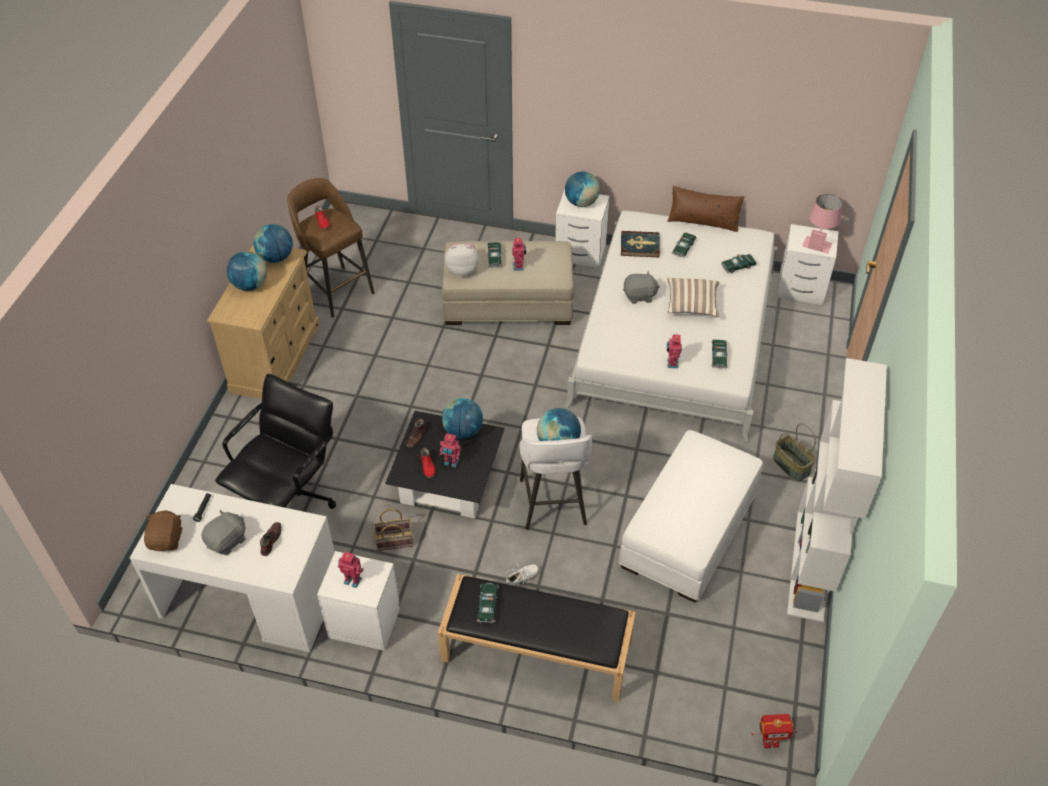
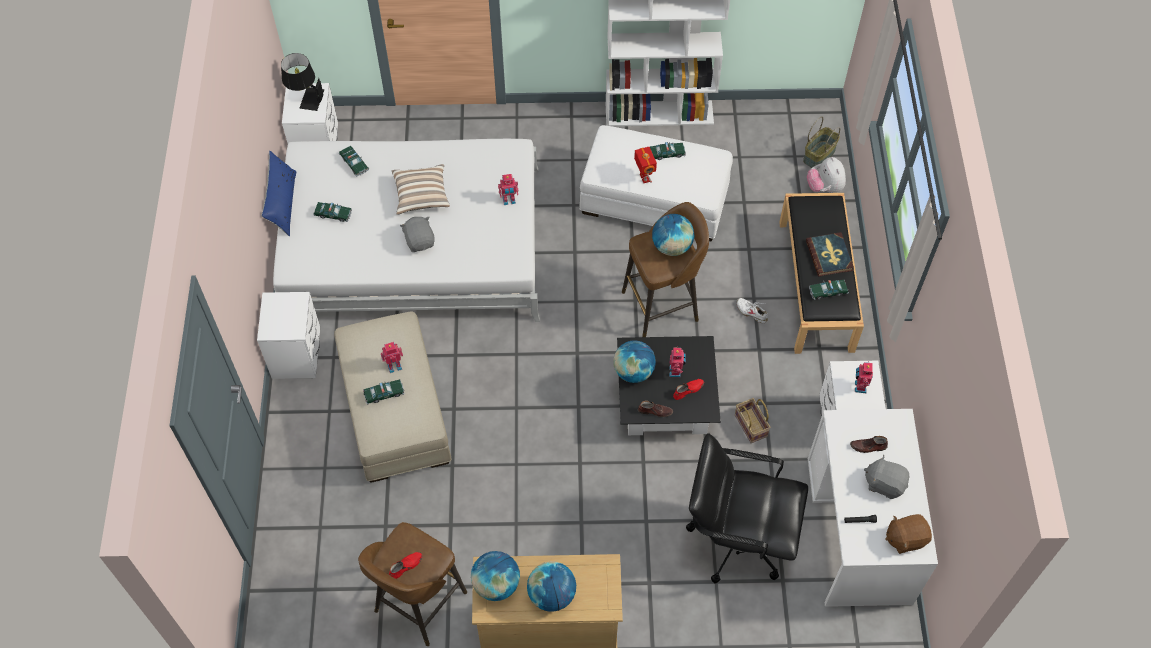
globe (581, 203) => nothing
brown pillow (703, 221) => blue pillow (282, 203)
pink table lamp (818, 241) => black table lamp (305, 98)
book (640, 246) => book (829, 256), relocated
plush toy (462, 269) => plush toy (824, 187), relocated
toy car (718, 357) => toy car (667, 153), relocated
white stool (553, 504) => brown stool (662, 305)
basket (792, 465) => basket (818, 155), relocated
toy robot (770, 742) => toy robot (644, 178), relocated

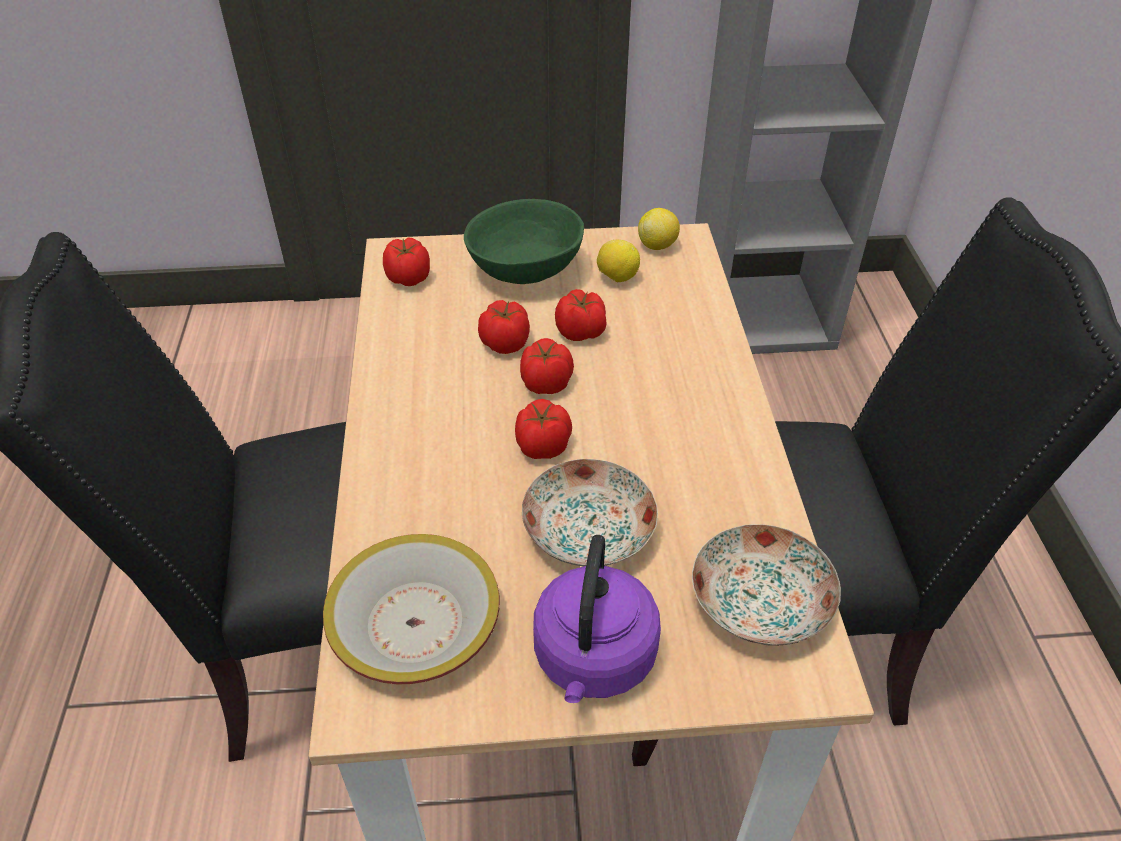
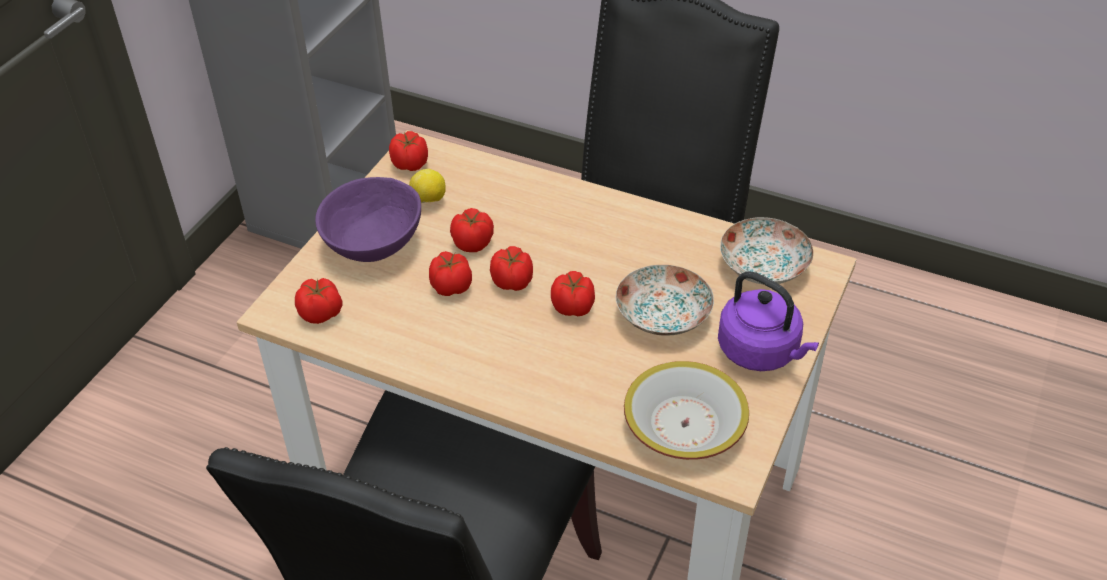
green bowl (527, 269) => purple bowl (374, 242)
lemon (657, 245) => tomato (410, 165)

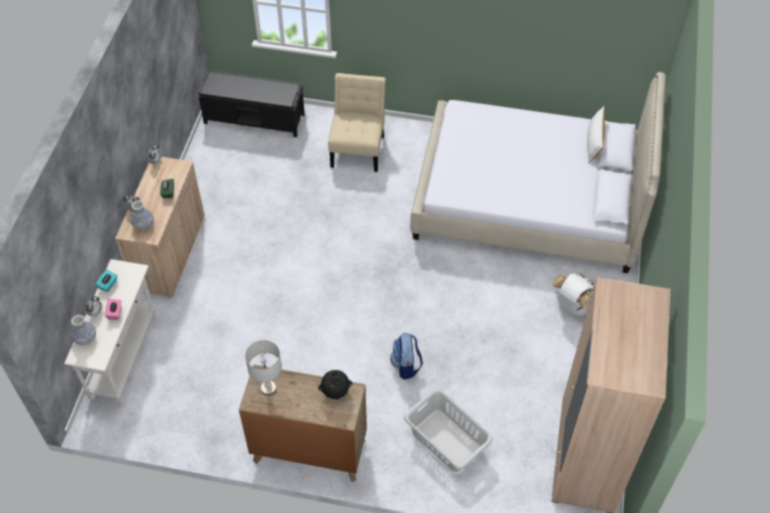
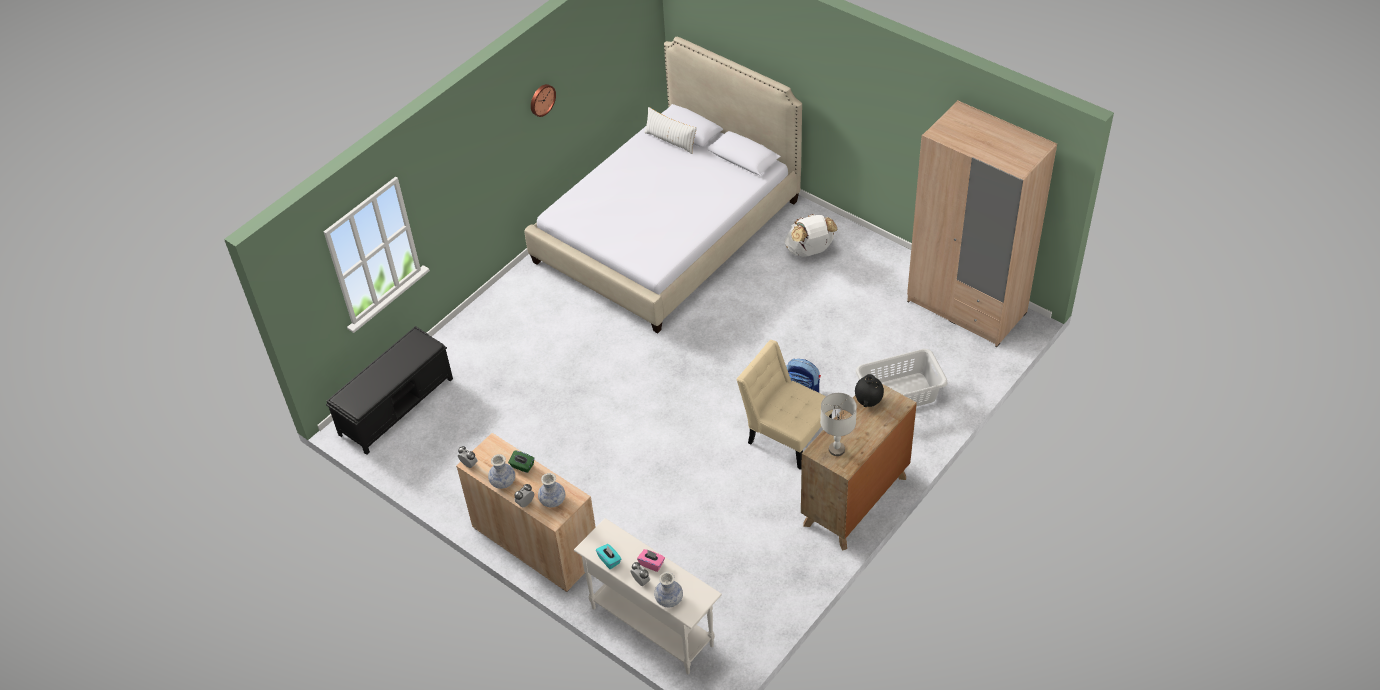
beige chair (358, 148) => beige chair (785, 434), relocated
nothing => wall clock (541, 99)
nothing => vase (503, 482)

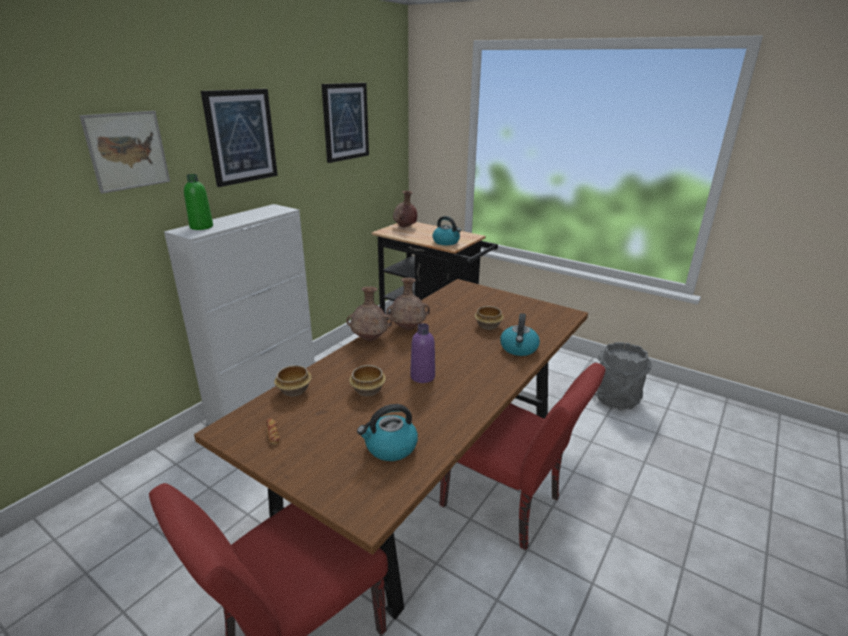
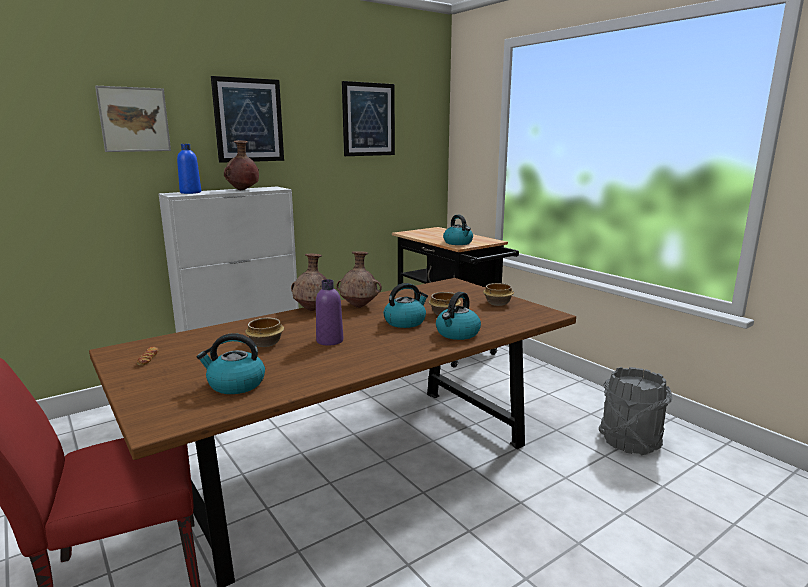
green bottle (201, 227) => blue bottle (190, 192)
brown vase (405, 227) => brown vase (242, 190), relocated
red chair (508, 506) => nothing
bowl (295, 391) => bowl (498, 303), relocated
nothing => kettle (405, 322)

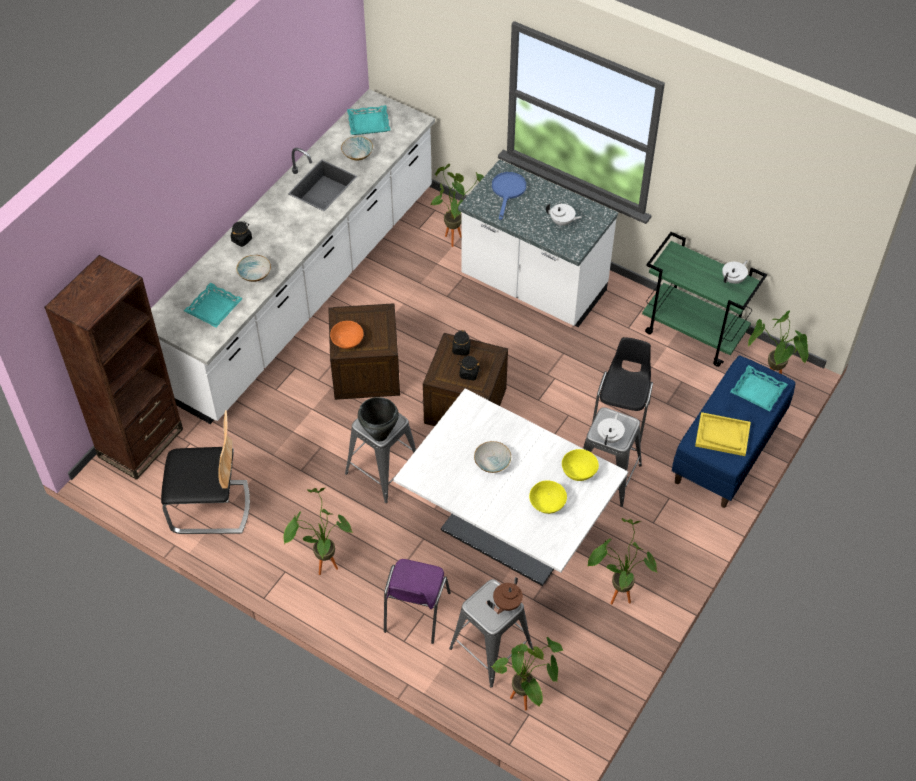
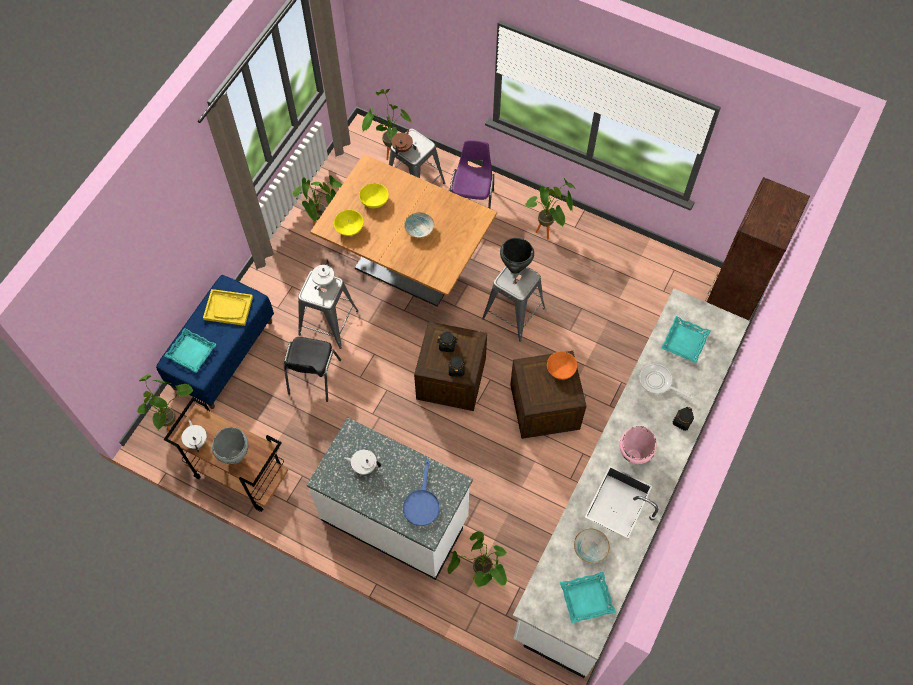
green cart (694, 333) => brown cart (239, 474)
bowl (254, 274) => frying pan (658, 382)
white teapot (733, 279) => white teapot (197, 440), 120 degrees clockwise
white dining table (507, 534) => brown dining table (407, 268)
chair (210, 507) => nothing
nothing => pink cooking pot (633, 456)
nothing => grey cooking pot (235, 457)

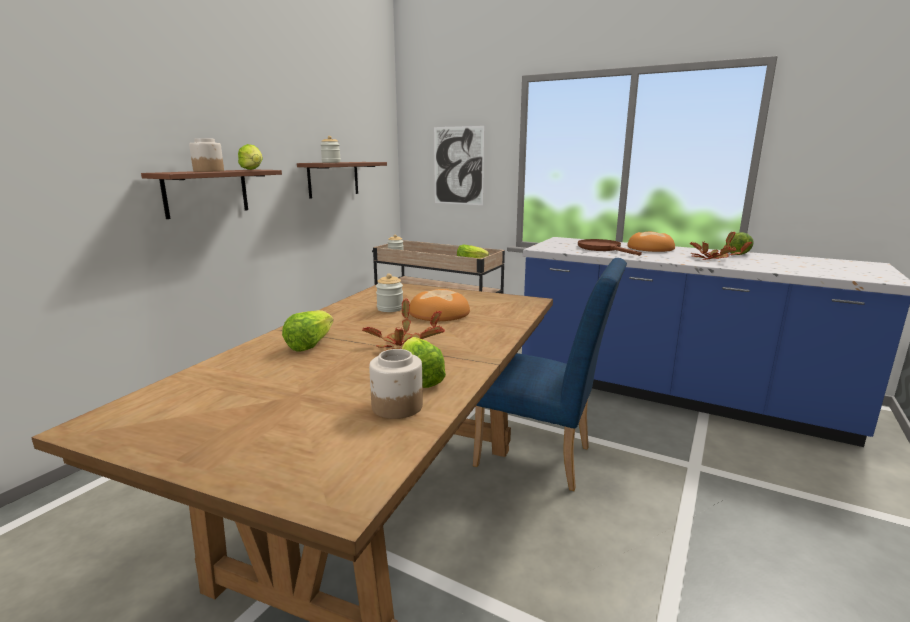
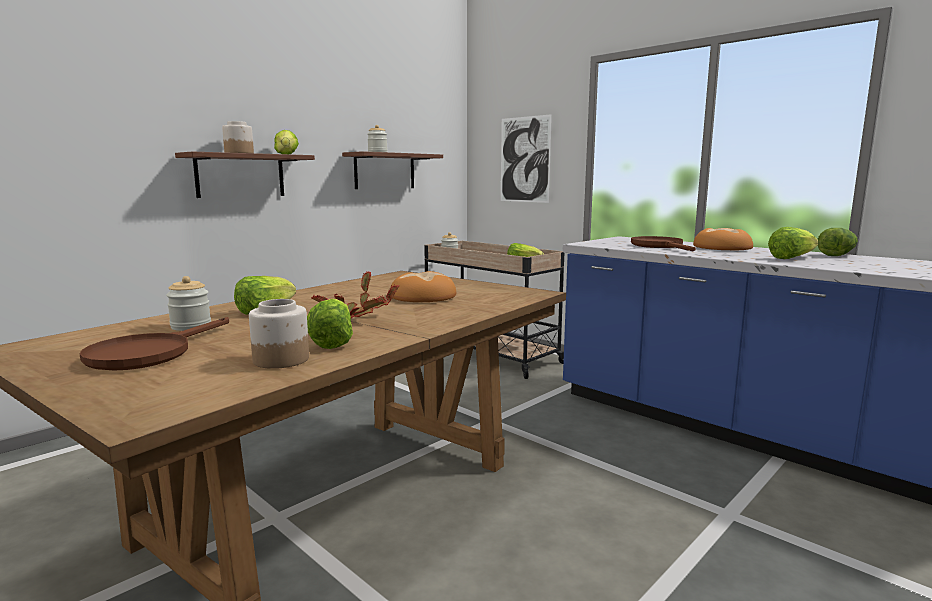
potted plant (713, 259) => lettuce (791, 258)
blue chair (542, 459) => nothing
jar (390, 308) => jar (191, 326), relocated
nothing => brown frying pan (149, 353)

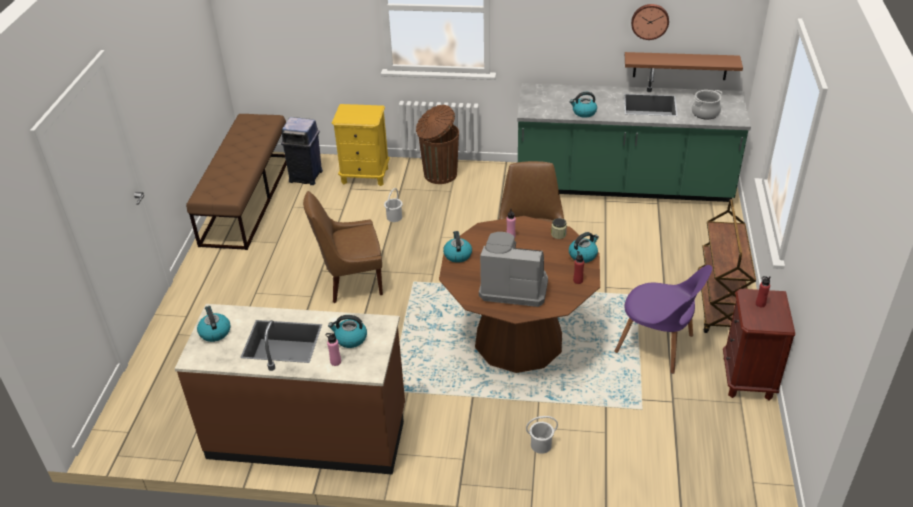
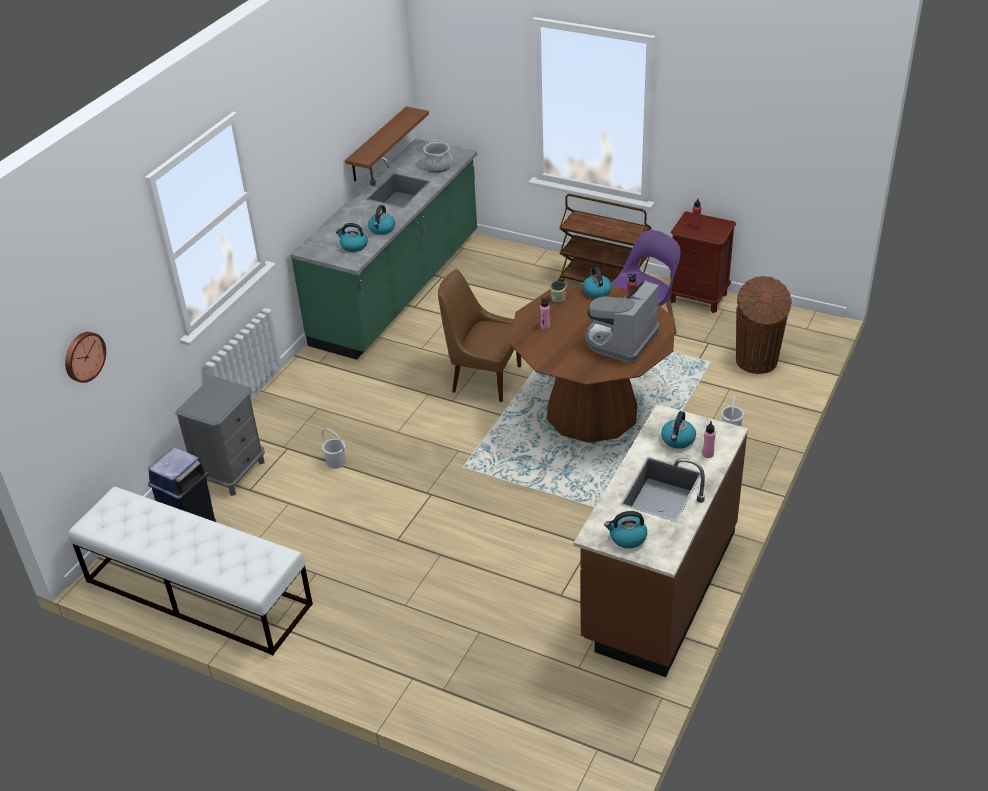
wall clock (650, 21) => wall clock (83, 356), relocated
yellow nightstand (365, 175) => grey nightstand (232, 472)
brown trash can (439, 175) => brown trash can (756, 362), relocated
brown bench (247, 198) => white bench (197, 592)
brown chair (351, 281) => nothing
kettle (457, 255) => kettle (353, 246), relocated

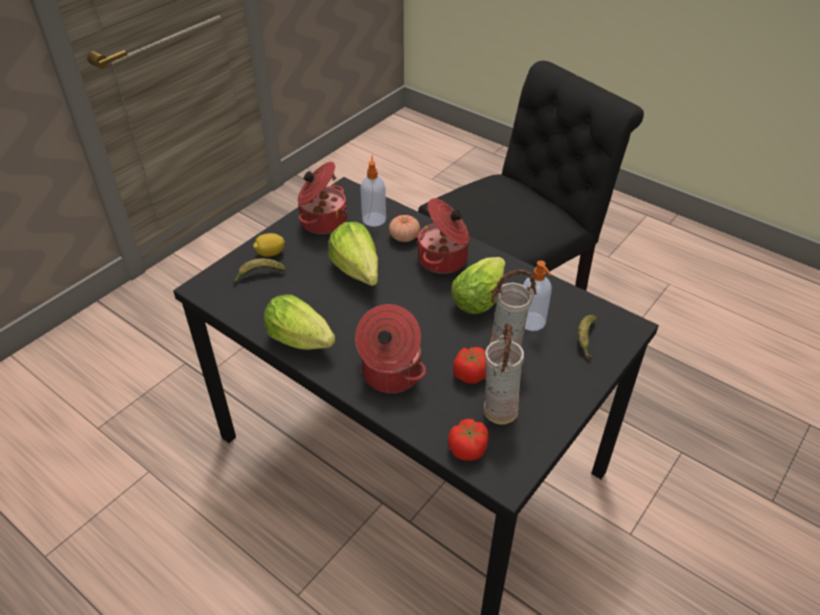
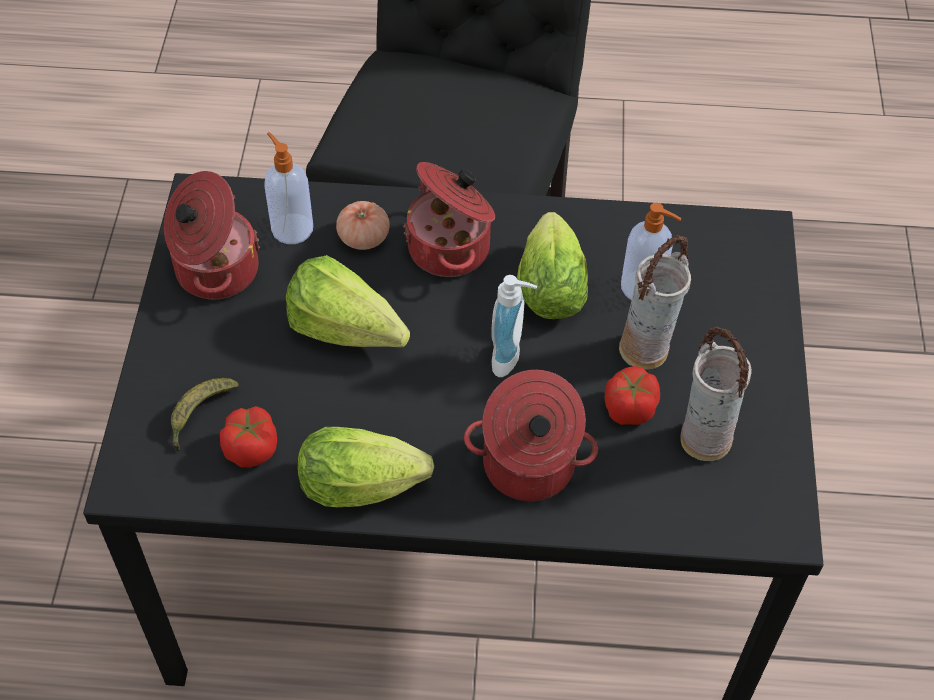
lemon (270, 254) => nothing
banana (585, 339) => nothing
tomato (468, 449) => tomato (251, 448), relocated
nothing => soap dispenser (511, 359)

